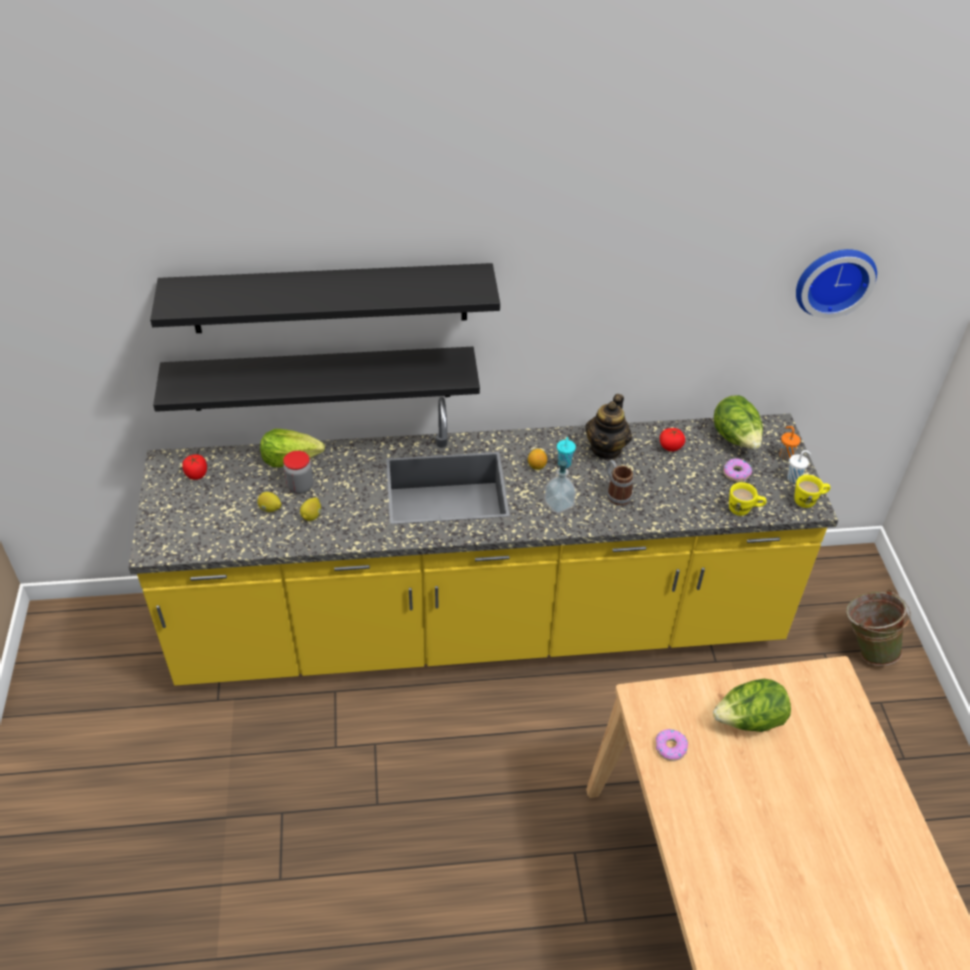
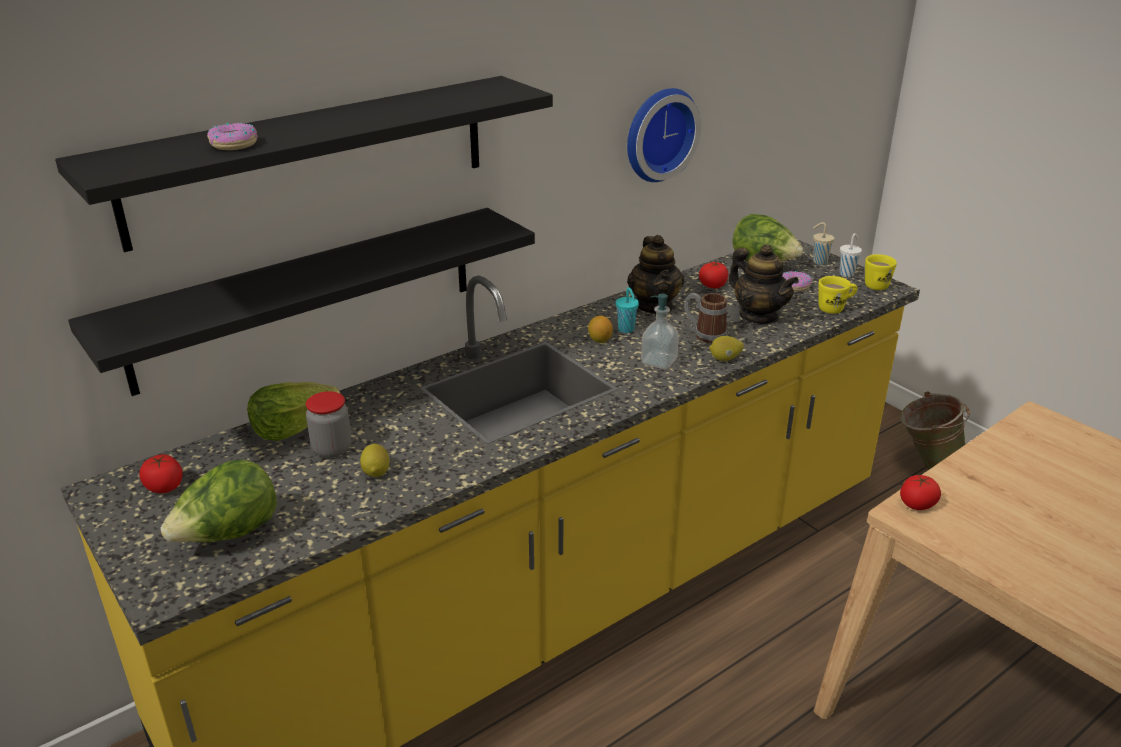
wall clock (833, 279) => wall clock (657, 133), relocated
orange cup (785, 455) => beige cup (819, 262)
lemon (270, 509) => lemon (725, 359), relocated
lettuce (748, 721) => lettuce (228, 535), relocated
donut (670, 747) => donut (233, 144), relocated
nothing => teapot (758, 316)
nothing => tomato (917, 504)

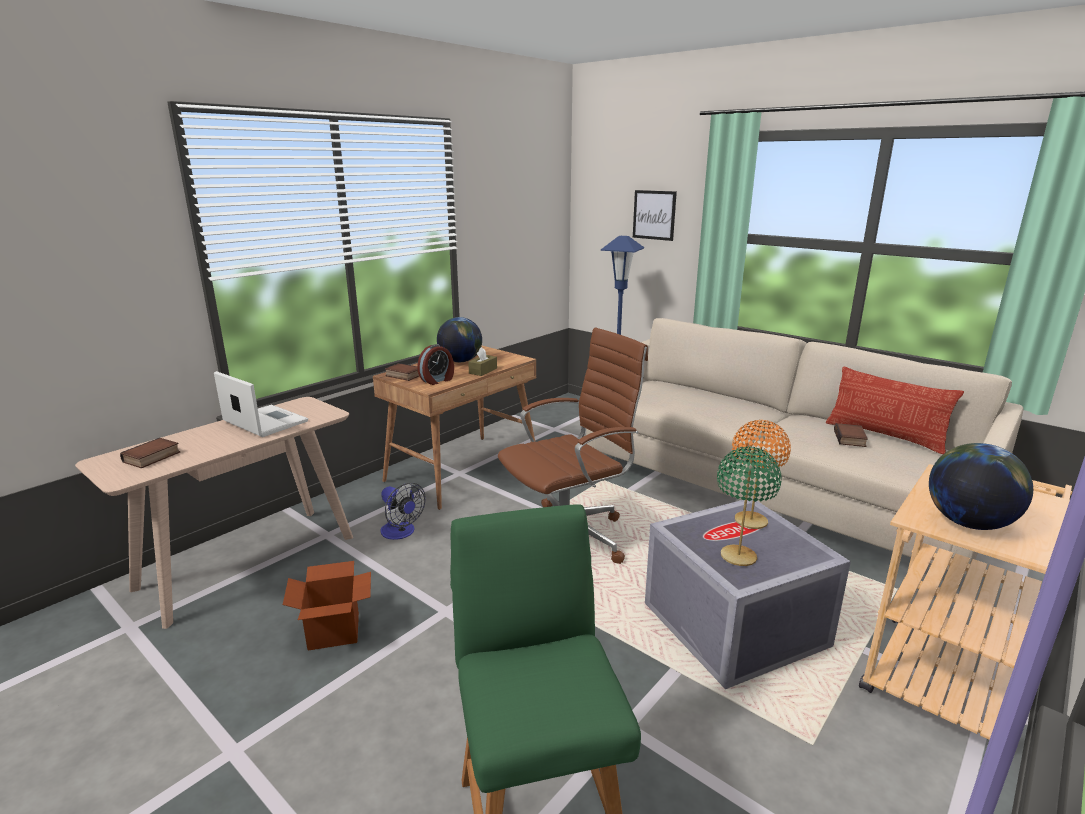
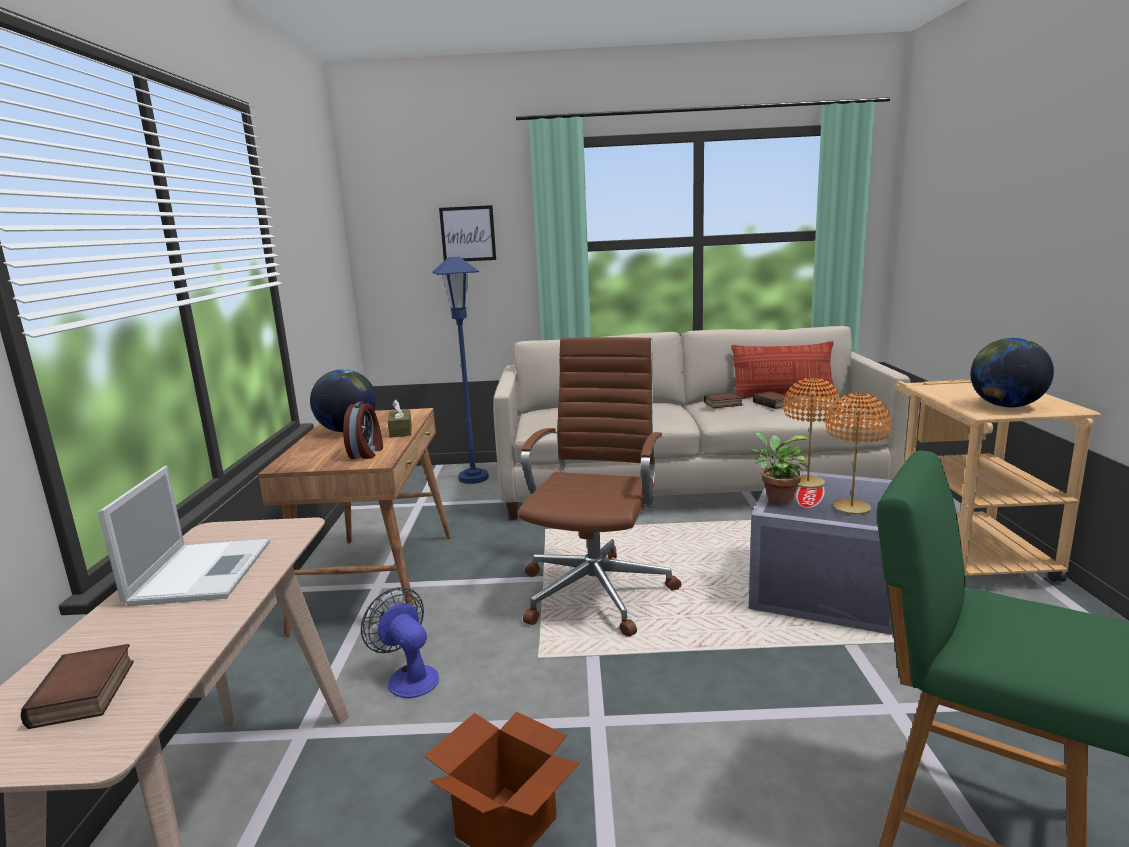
book (403, 375) => book (723, 404), relocated
laptop (264, 421) => laptop (202, 571), 90 degrees clockwise
green table lamp (738, 556) => orange table lamp (851, 508)
fan (401, 533) => fan (408, 677), 135 degrees counterclockwise
nothing => potted plant (776, 499)

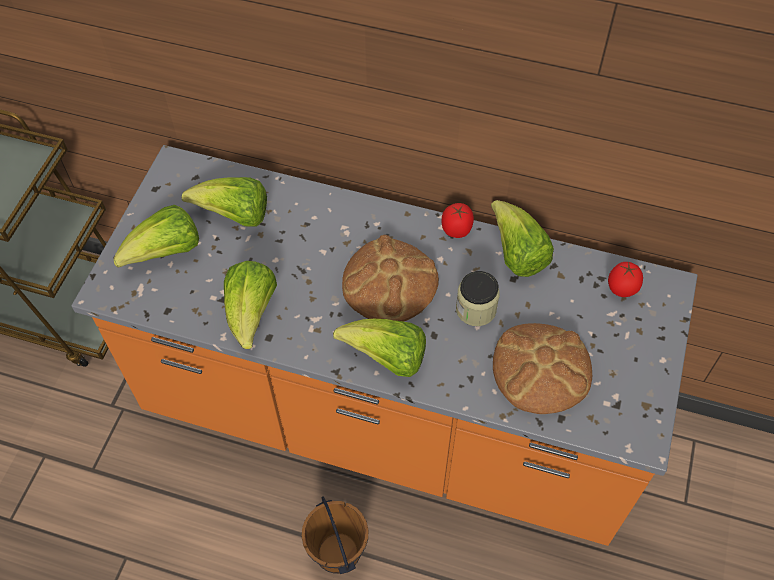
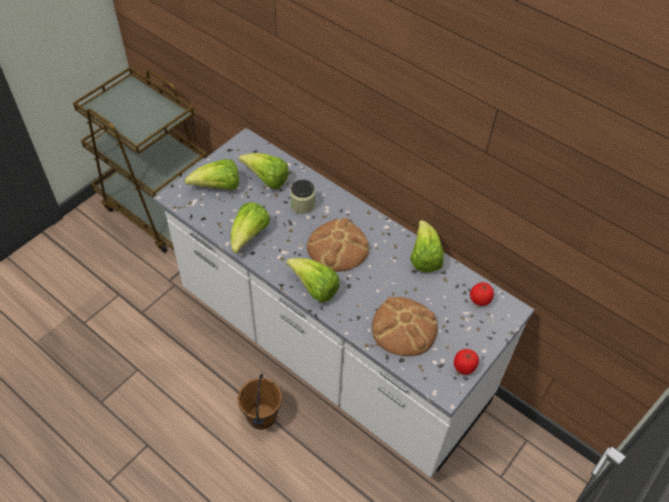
orange counter (388, 418) => white counter (330, 349)
tomato (457, 230) => tomato (464, 367), relocated
jar (476, 309) => jar (302, 205), relocated

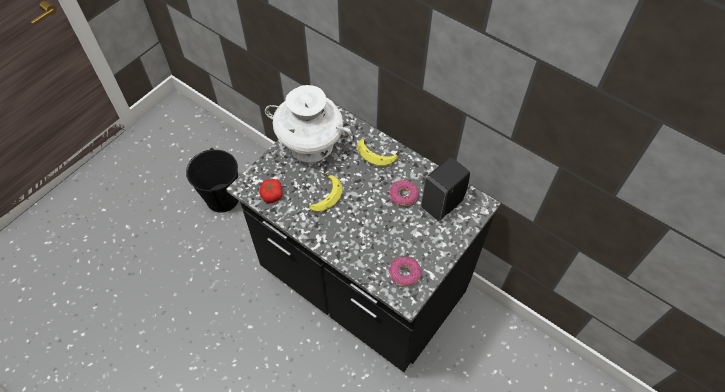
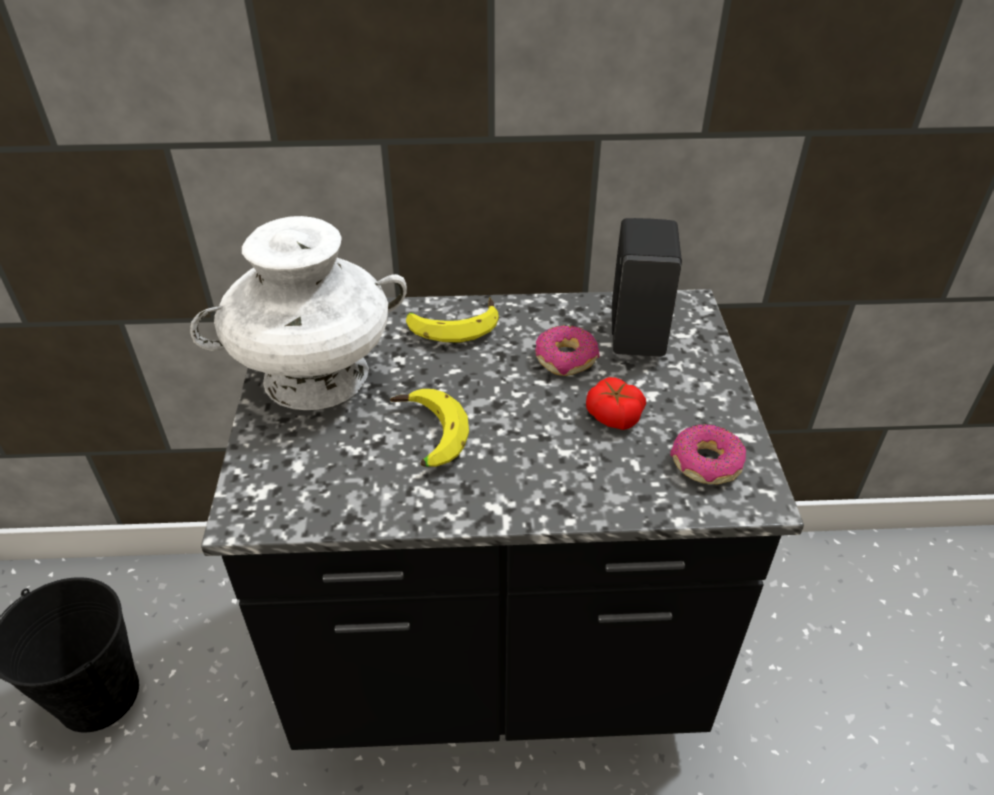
tomato (272, 194) => tomato (613, 415), relocated

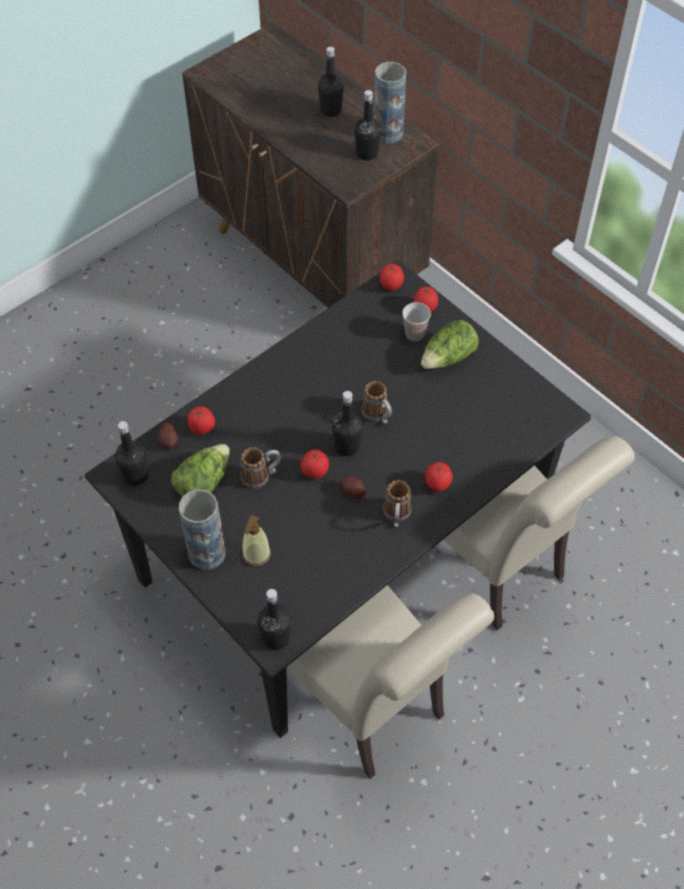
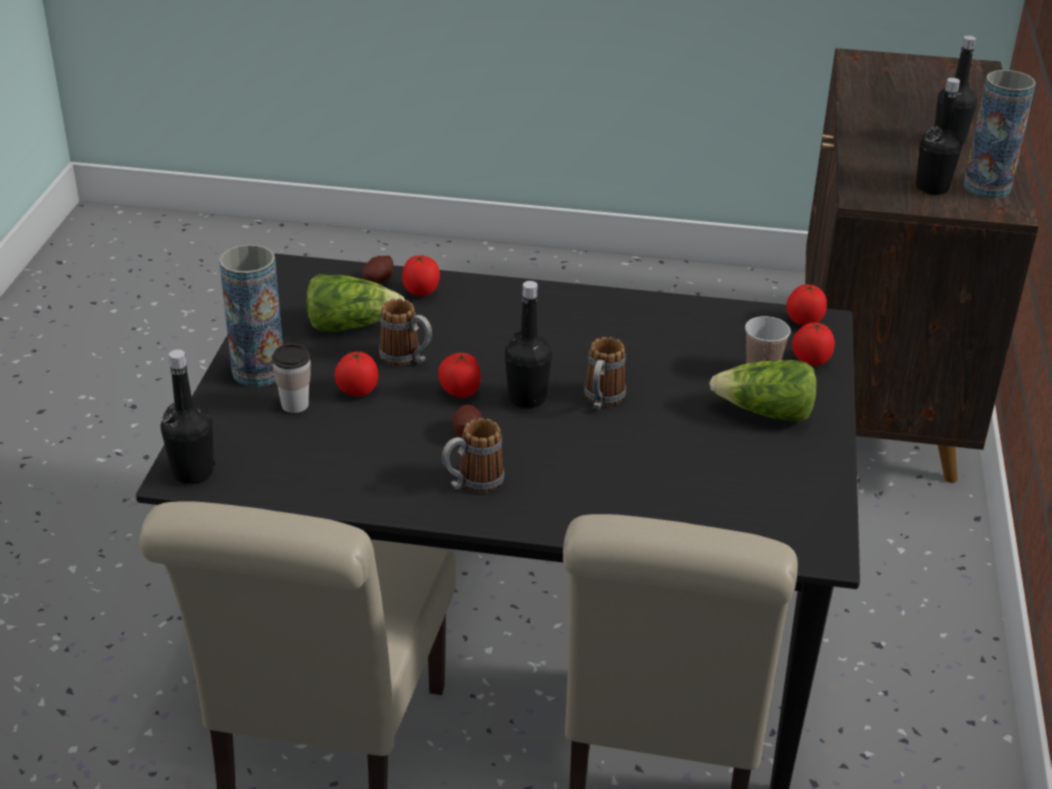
black bottle (135, 475) => nothing
tomato (437, 485) => tomato (357, 392), relocated
soap dispenser (256, 554) => cup (295, 405)

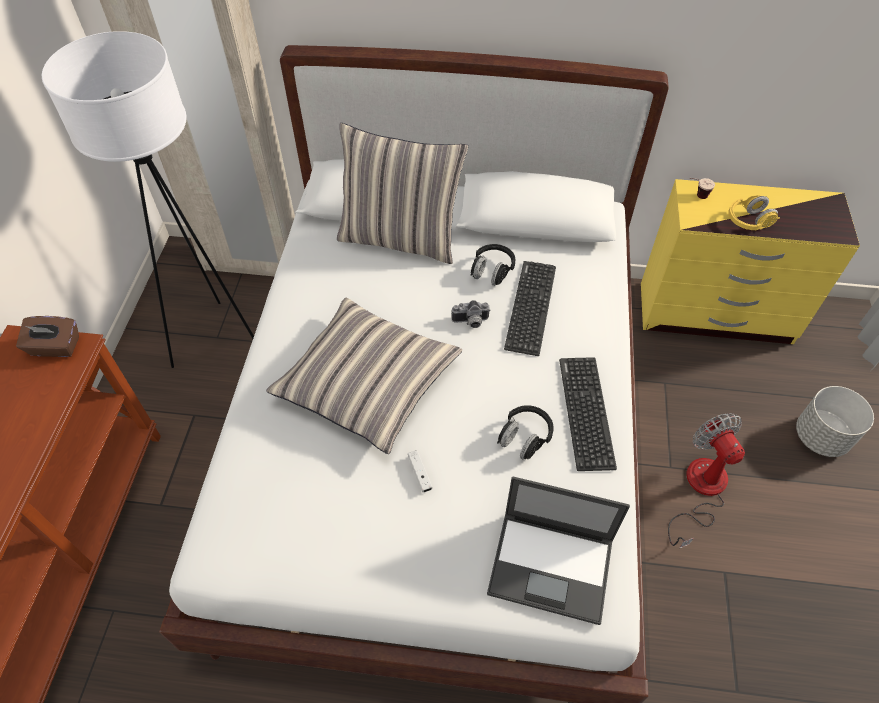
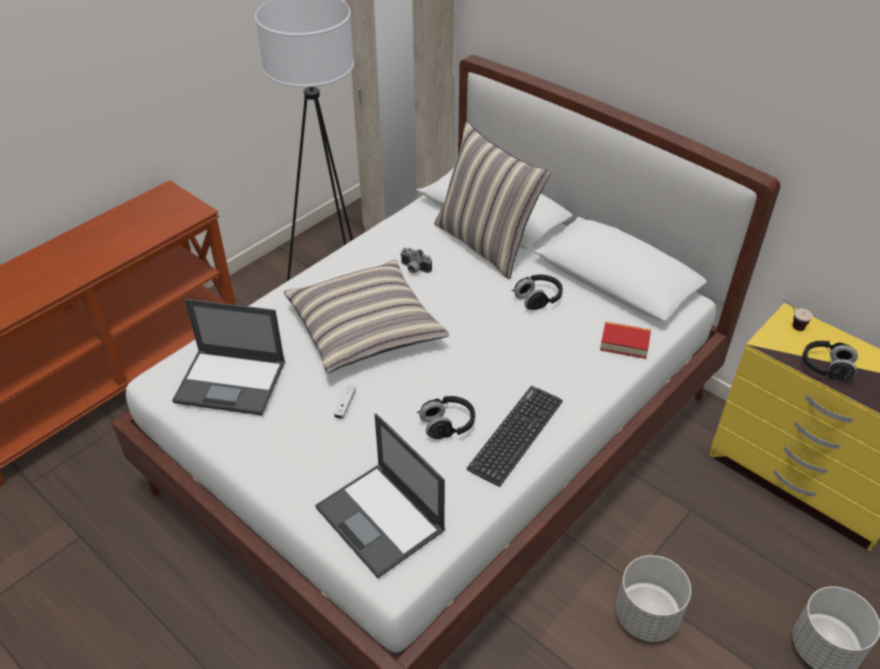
yellow headphones (748, 222) => black headphones (826, 368)
keyboard (530, 307) => nothing
photo camera (470, 322) => photo camera (414, 269), relocated
brown tissue box (55, 347) => nothing
fan (701, 490) => grey planter (646, 616)
nothing => laptop (232, 382)
nothing => book (624, 343)

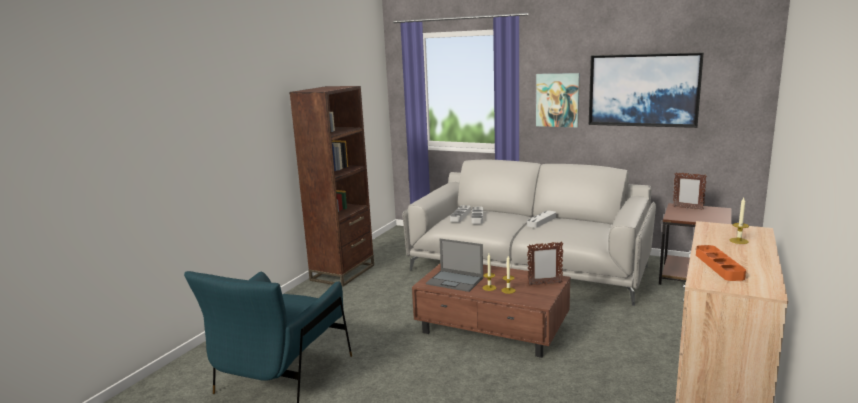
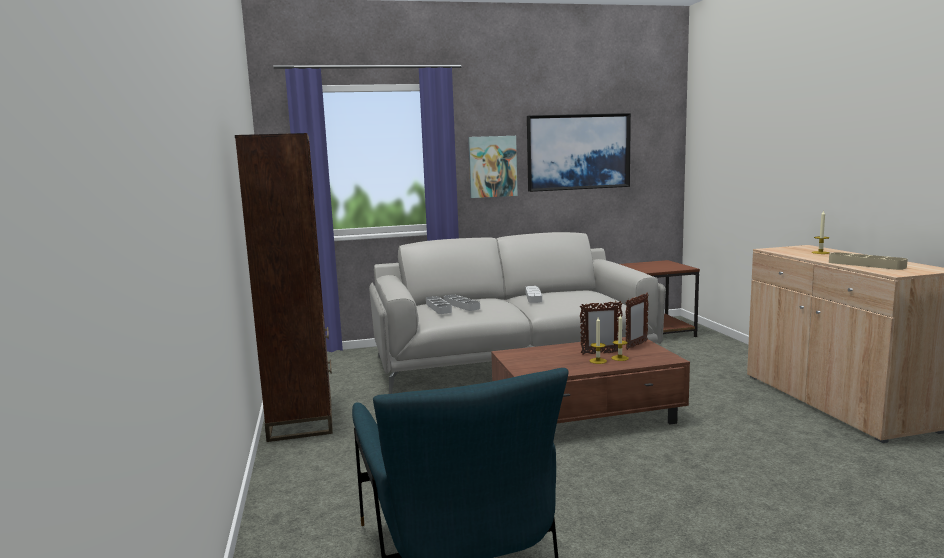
picture frame (687, 208) => picture frame (600, 353), relocated
laptop (455, 281) => nothing
orange tray (719, 266) => beige tray (866, 265)

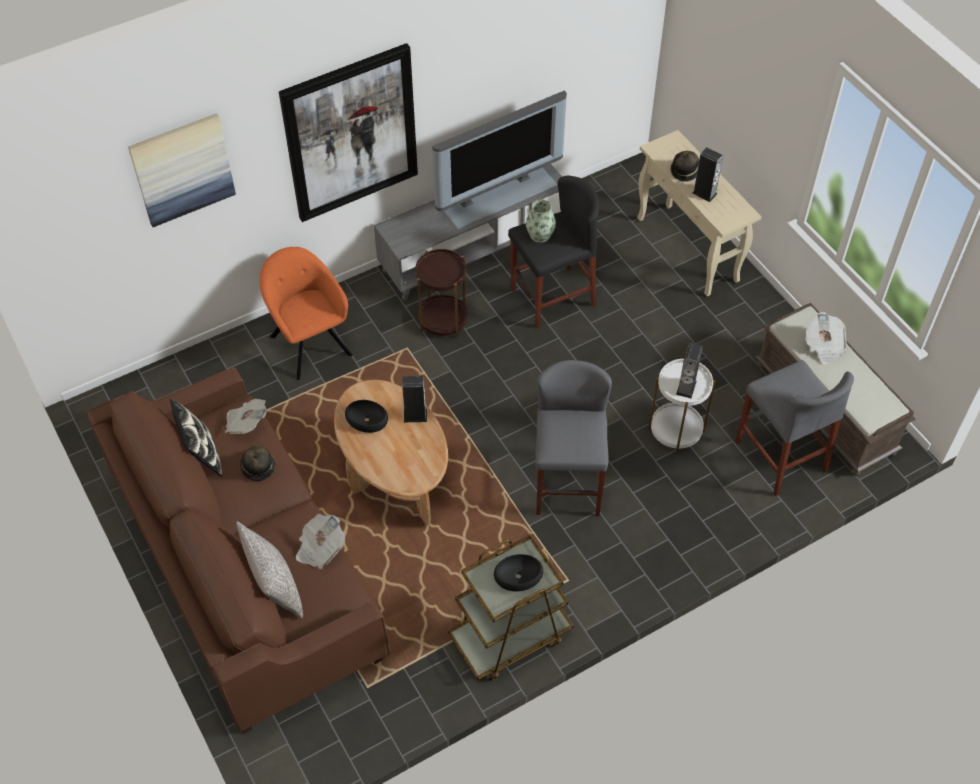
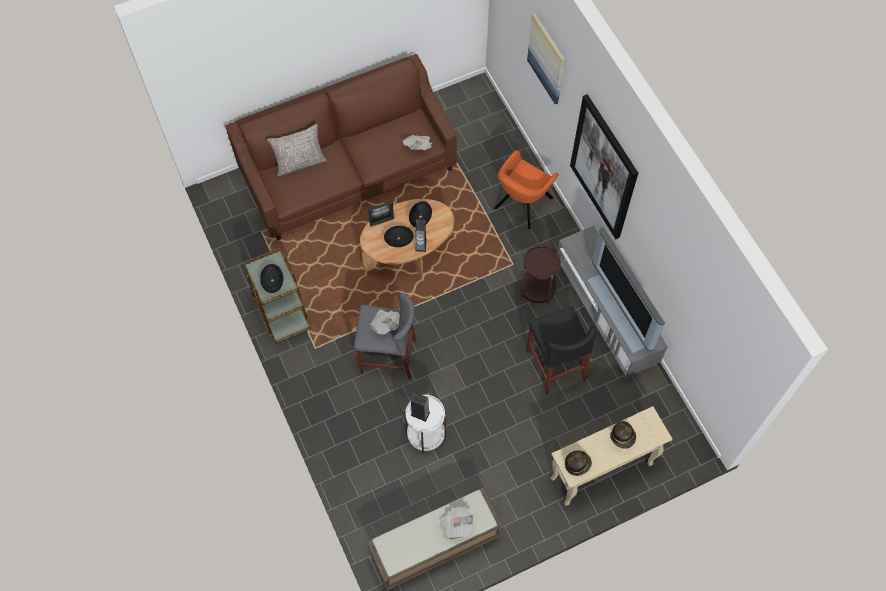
speaker (704, 193) => nothing
vase (540, 235) => nothing
orange armchair (309, 342) => orange armchair (522, 205), 150 degrees clockwise
grey stool (780, 456) => nothing
pillow (202, 455) => nothing
hat (258, 466) => hat (577, 464), relocated
newspaper (320, 548) => newspaper (385, 324), relocated
nothing => picture frame (381, 221)
nothing => black bowl (399, 238)

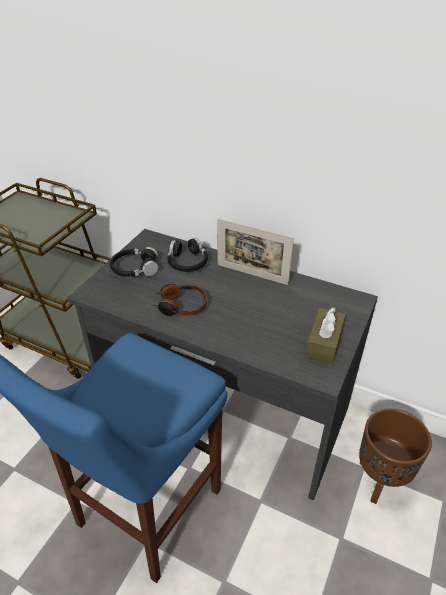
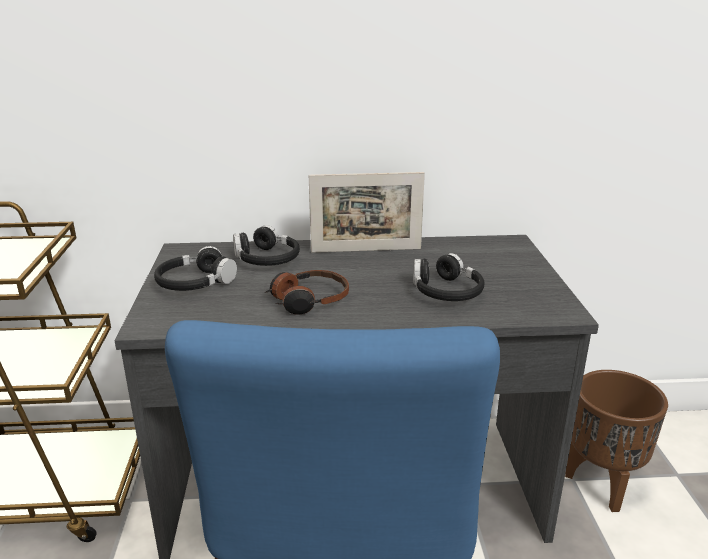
brown tissue box (324, 342) => nothing
nothing => black headphones (446, 291)

